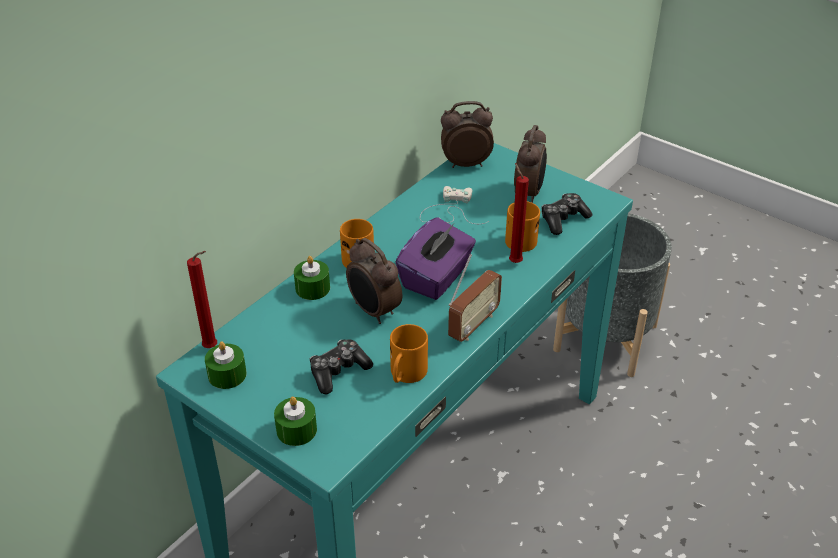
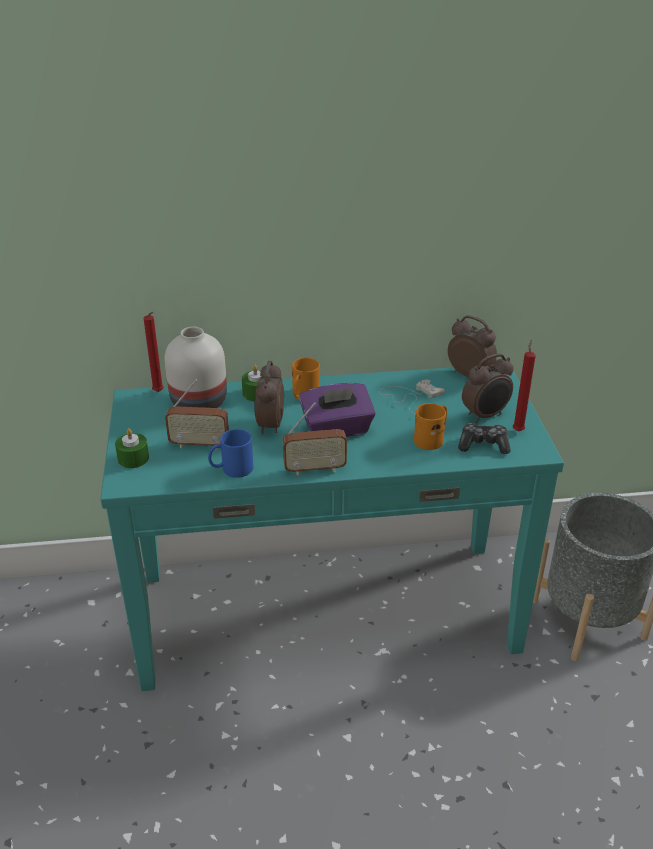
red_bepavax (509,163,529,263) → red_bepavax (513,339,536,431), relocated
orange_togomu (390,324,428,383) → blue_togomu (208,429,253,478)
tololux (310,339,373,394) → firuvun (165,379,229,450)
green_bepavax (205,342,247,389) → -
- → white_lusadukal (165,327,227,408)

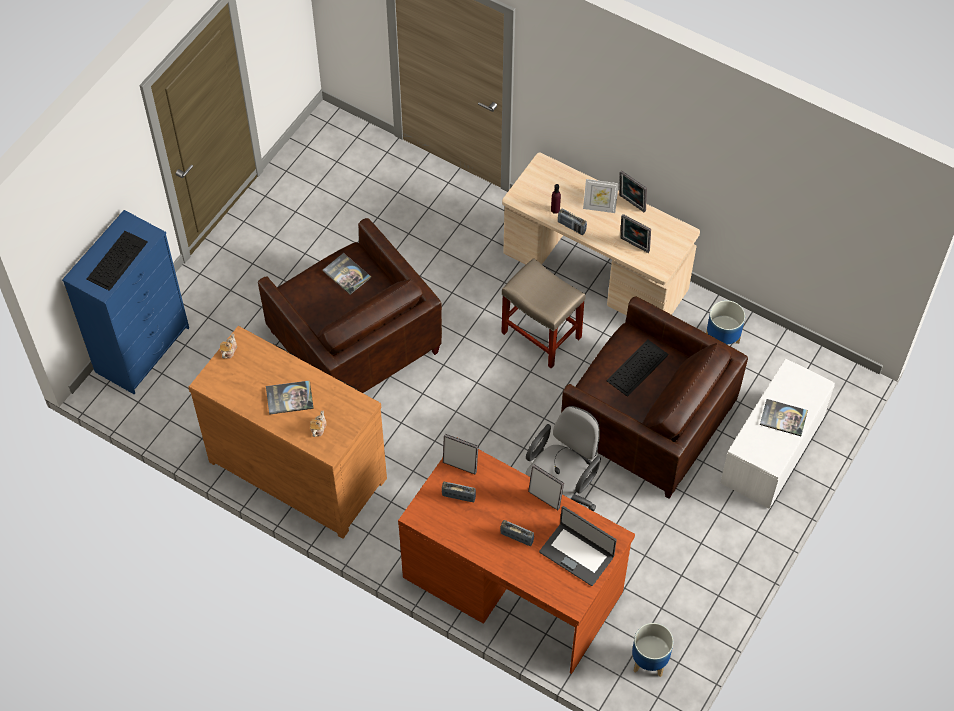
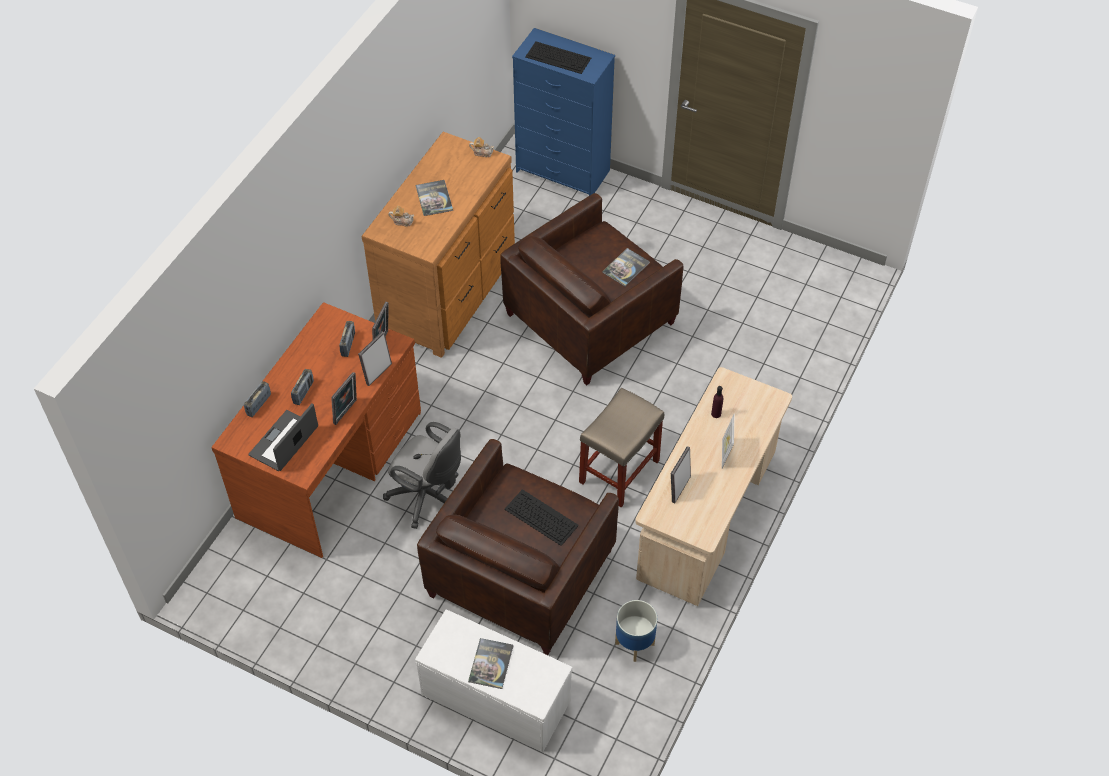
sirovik (619,170,647,212) → sirovik (358,332,392,386), relocated
firuvun (558,209,587,235) → firuvun (244,381,271,417), relocated
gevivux (632,623,673,677) → -

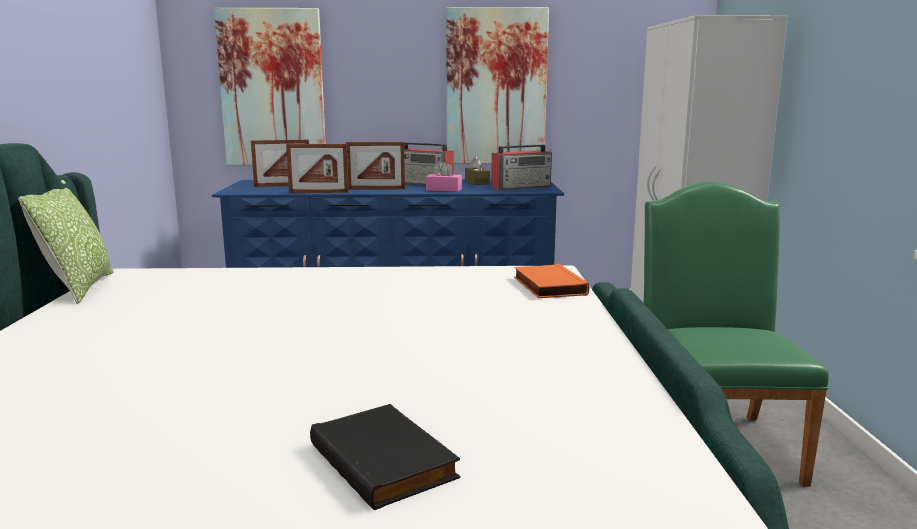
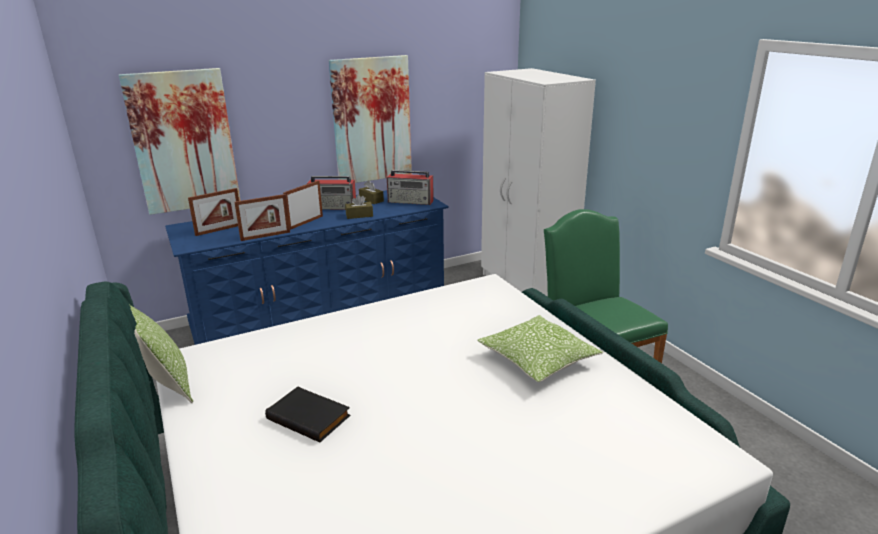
sirovik (346,142,405,189) → sirovik (283,181,323,230), 150 degrees clockwise
firuvun (491,143,552,190) → firuvun (387,170,434,205), 60 degrees clockwise
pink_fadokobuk (426,162,462,192) → brown_fadokobuk (345,195,373,219)
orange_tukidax (514,264,589,298) → -
black_tukidax (310,404,460,510) → black_tukidax (265,387,350,442), relocated
- → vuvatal (478,315,603,382)

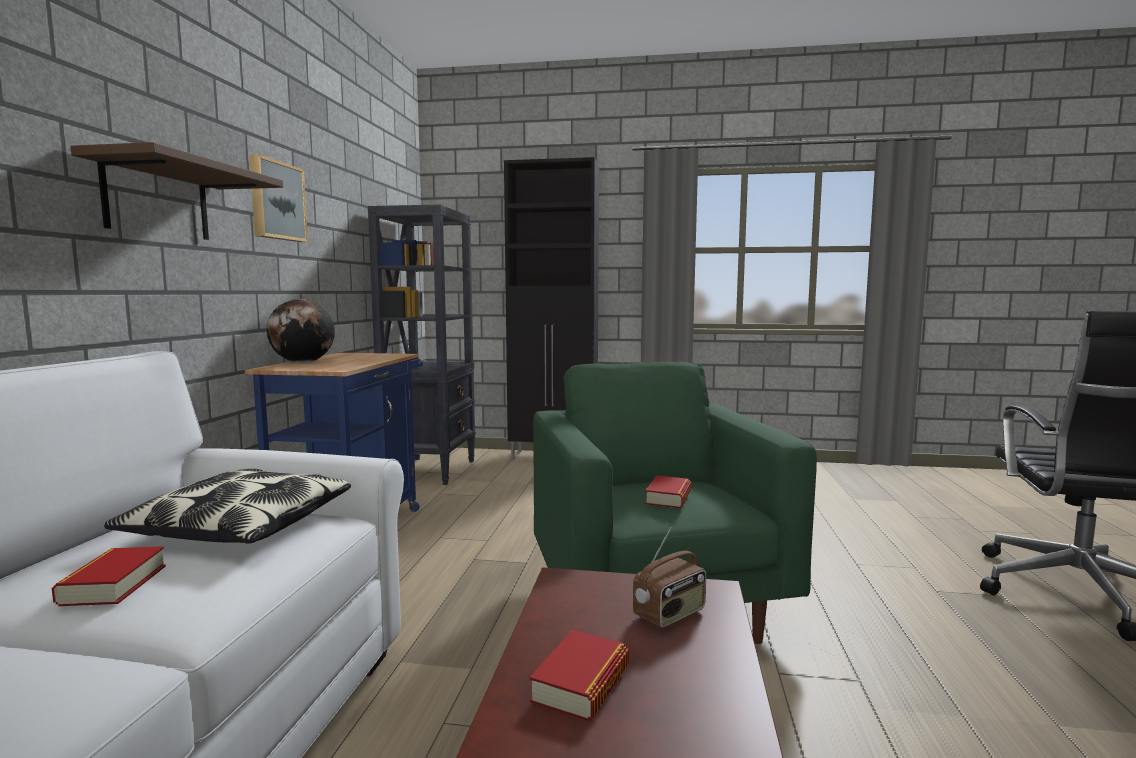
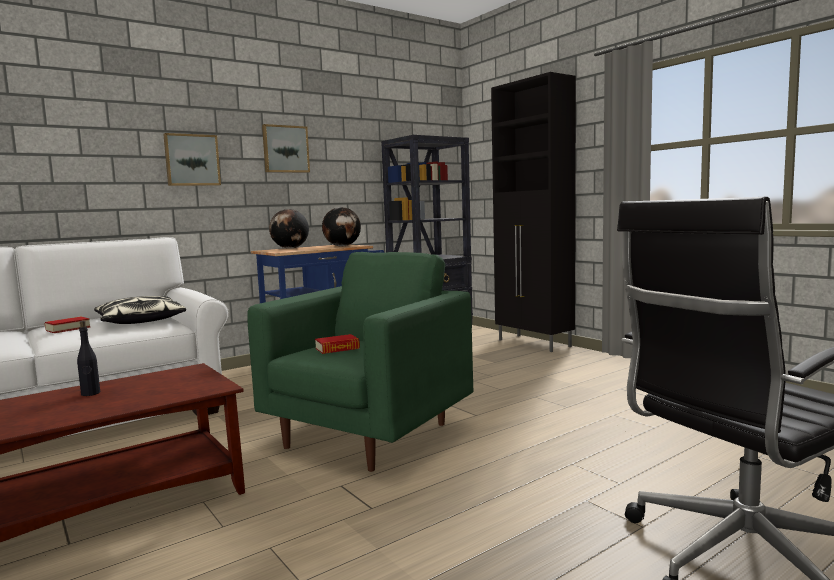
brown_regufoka (71,142,283,240) → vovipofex (163,133,221,186)
firuvun (633,527,706,628) → -
tukidax (530,630,629,721) → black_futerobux (77,320,100,396)
- → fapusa (322,207,361,247)

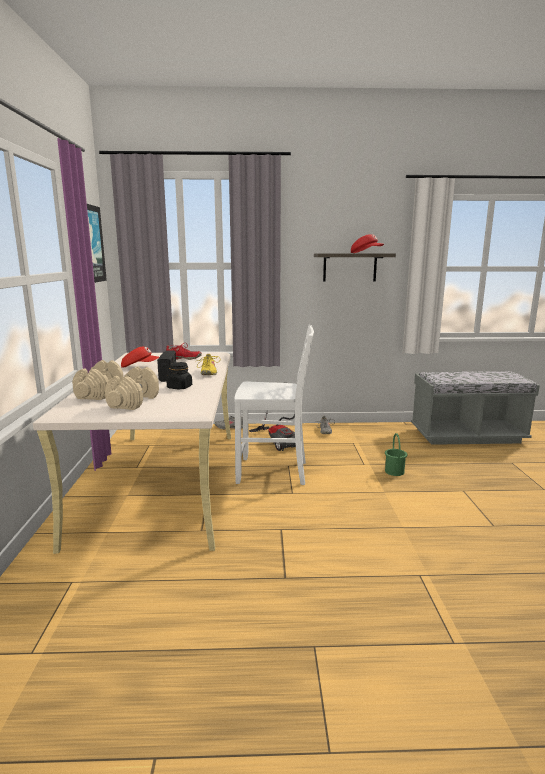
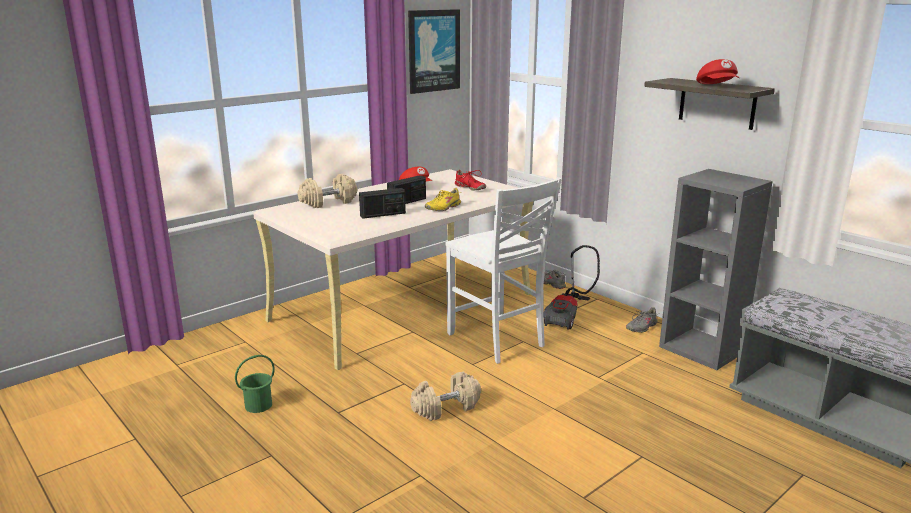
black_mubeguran (166,362,192,389) → firuvun (359,188,406,219)
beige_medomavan (105,367,159,410) → beige_medomavan (410,372,481,421), relocated
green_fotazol (385,433,408,476) → green_fotazol (235,355,275,413), relocated
- → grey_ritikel (659,169,773,370)

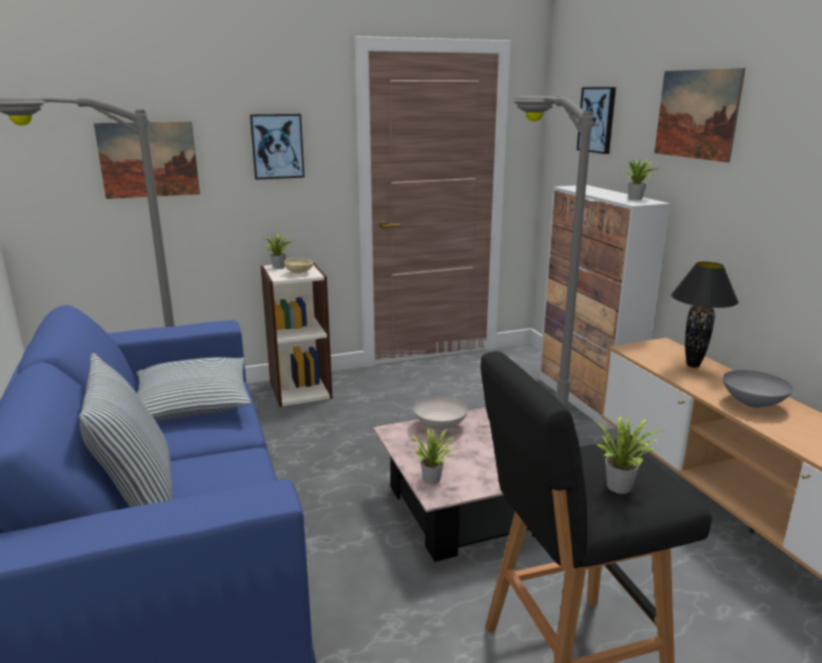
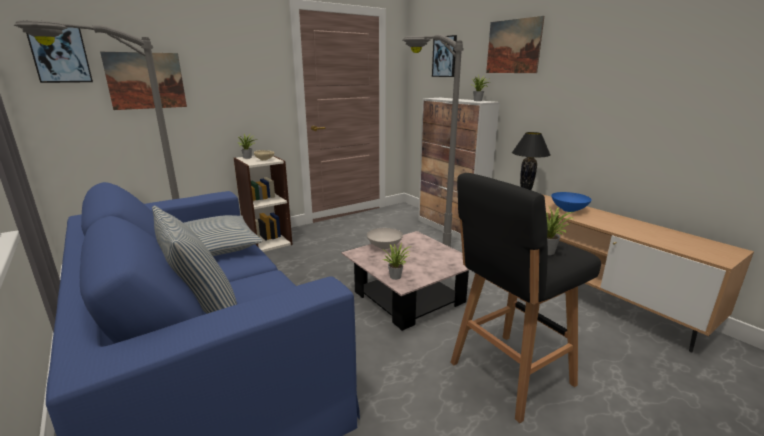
vovipofex (250,114,304,180) → vovipofex (26,27,93,83), relocated
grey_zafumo (723,370,793,408) → blue_zafumo (551,192,592,212)

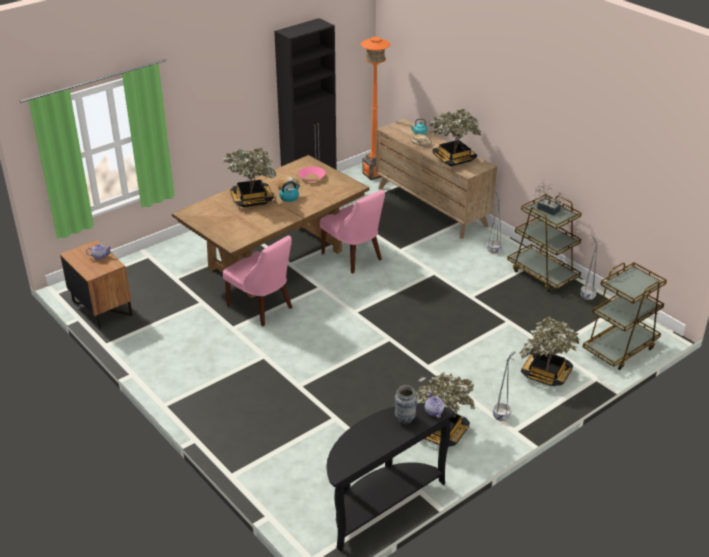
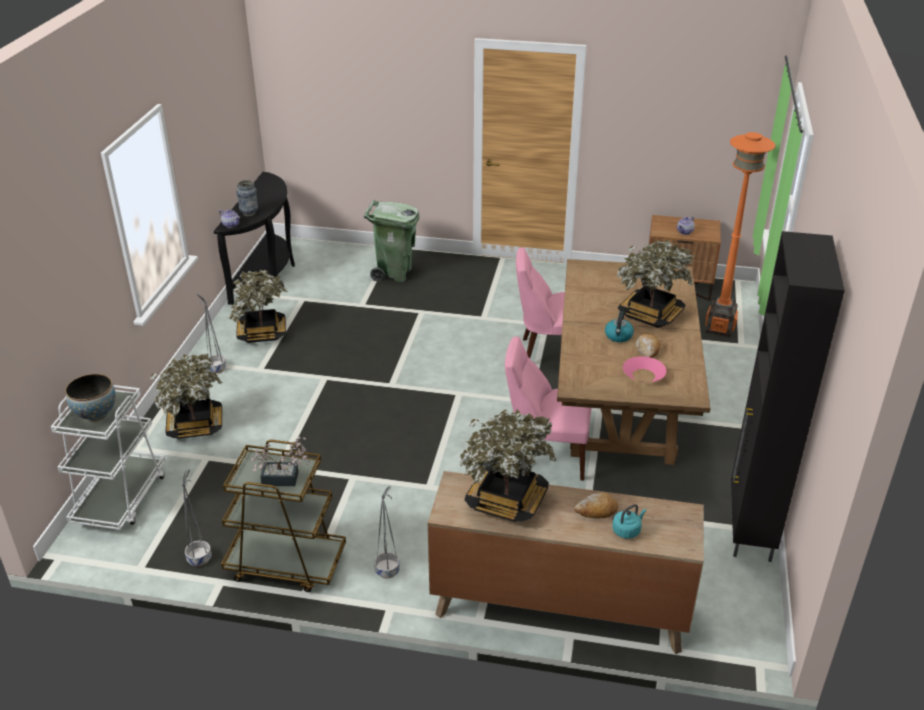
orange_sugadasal (361,37,390,180) → orange_sugadasal (705,132,775,337), relocated
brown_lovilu (583,262,667,370) → white_lovilu (51,385,165,530)
- → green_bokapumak (364,200,420,282)
- → zafumo (65,374,116,422)

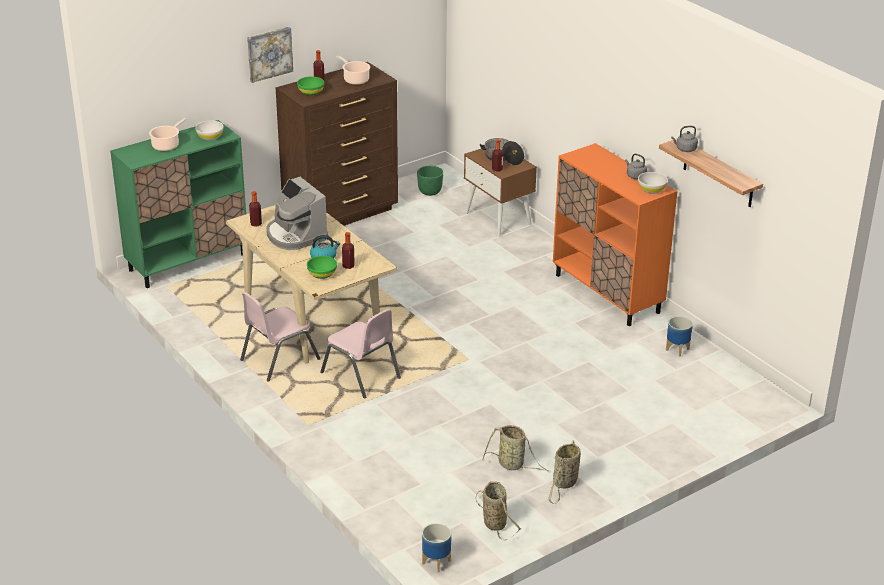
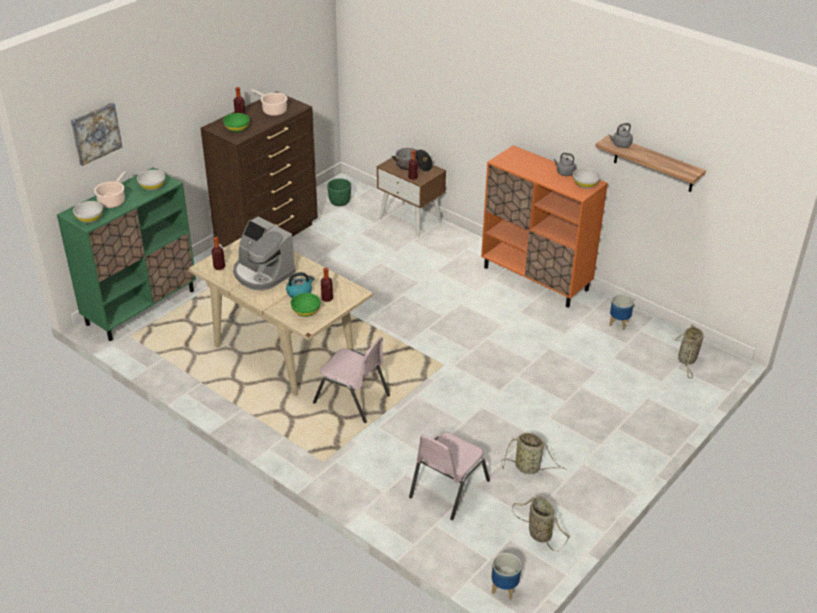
vovipofex (247,27,293,83) → vovipofex (71,102,122,166), relocated
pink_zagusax (240,292,321,382) → pink_zagusax (409,433,490,520), relocated
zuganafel (548,440,581,504) → zuganafel (675,324,704,378), relocated
- → white_zafumo (73,201,103,223)

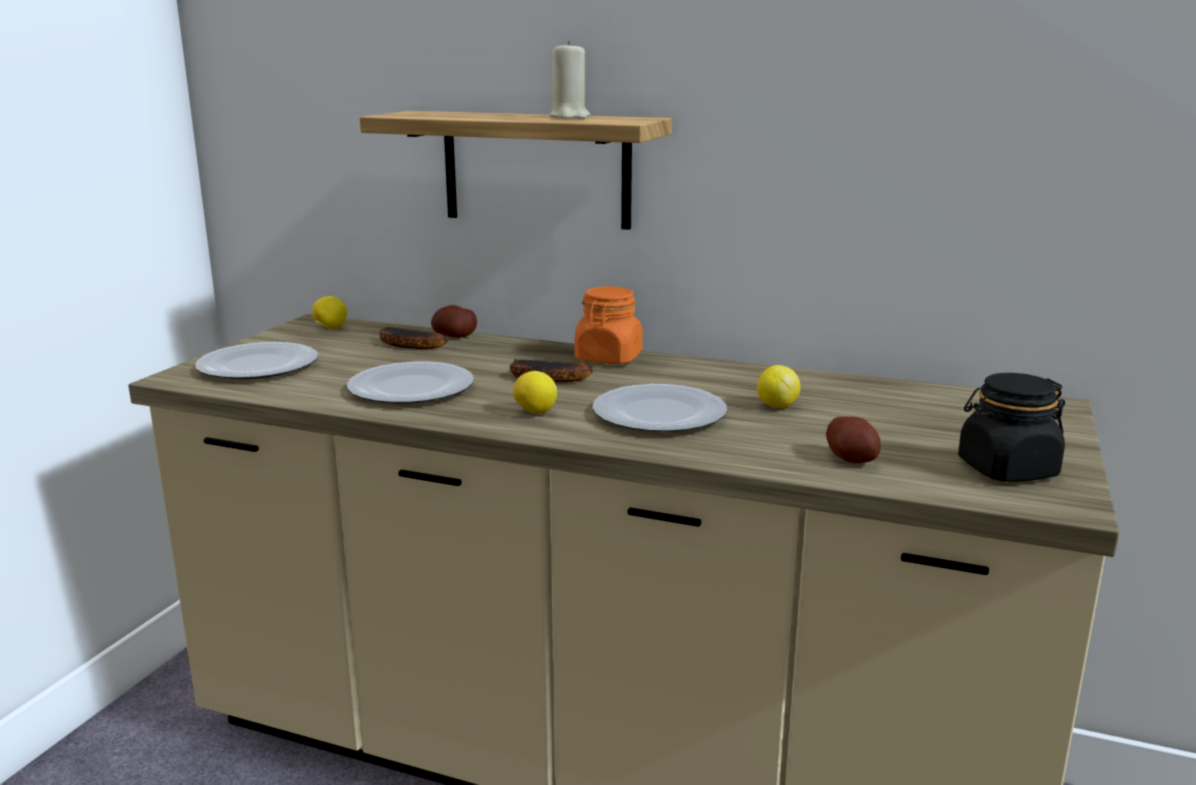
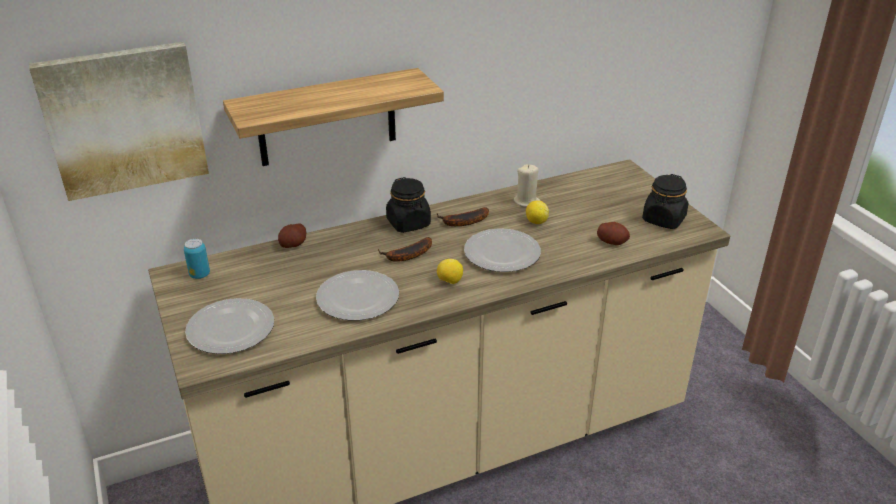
beige_bepavax (549,41,590,119) → beige_bepavax (514,165,540,207), relocated
orange_mubeguran (575,286,642,364) → black_mubeguran (386,177,431,233)
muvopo (312,296,347,329) → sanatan (184,239,210,279)
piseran (379,326,448,349) → piseran (437,207,489,226), relocated
- → vovipofex (29,42,209,201)

